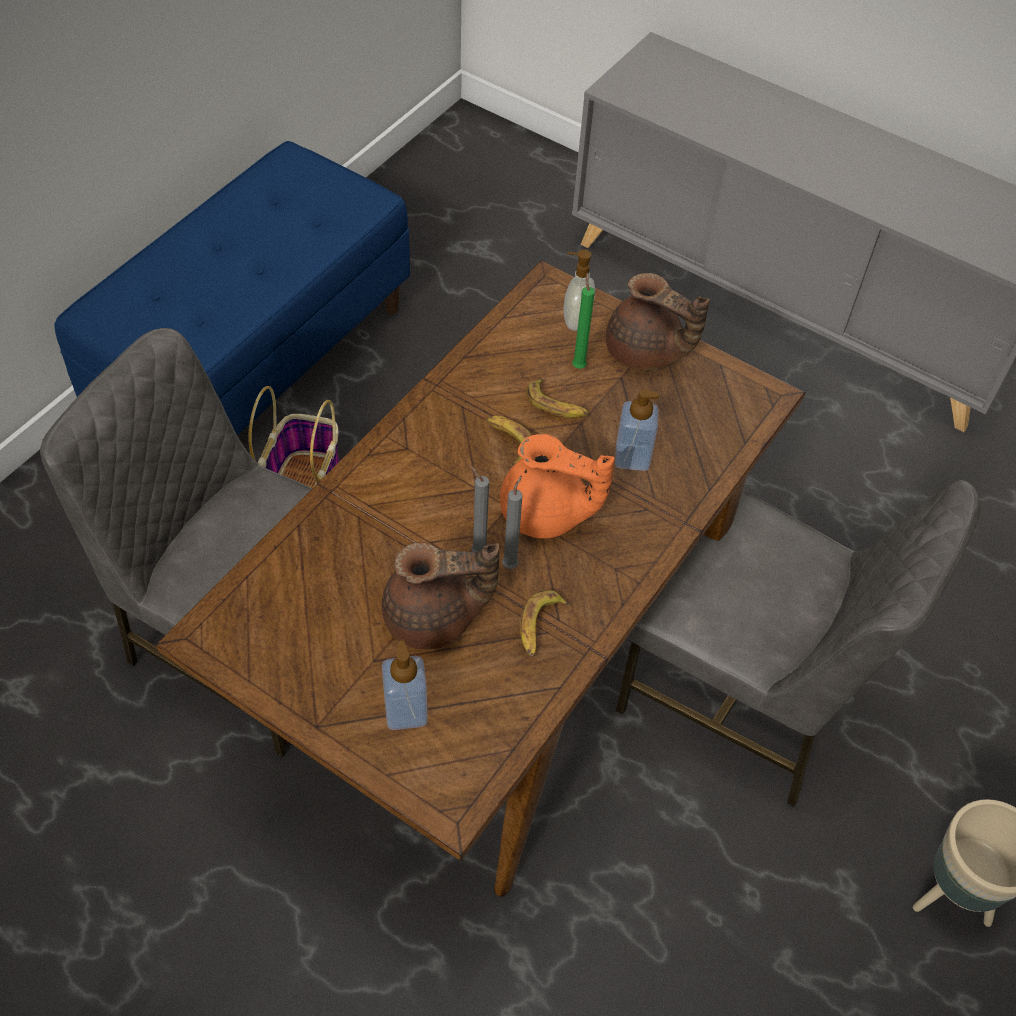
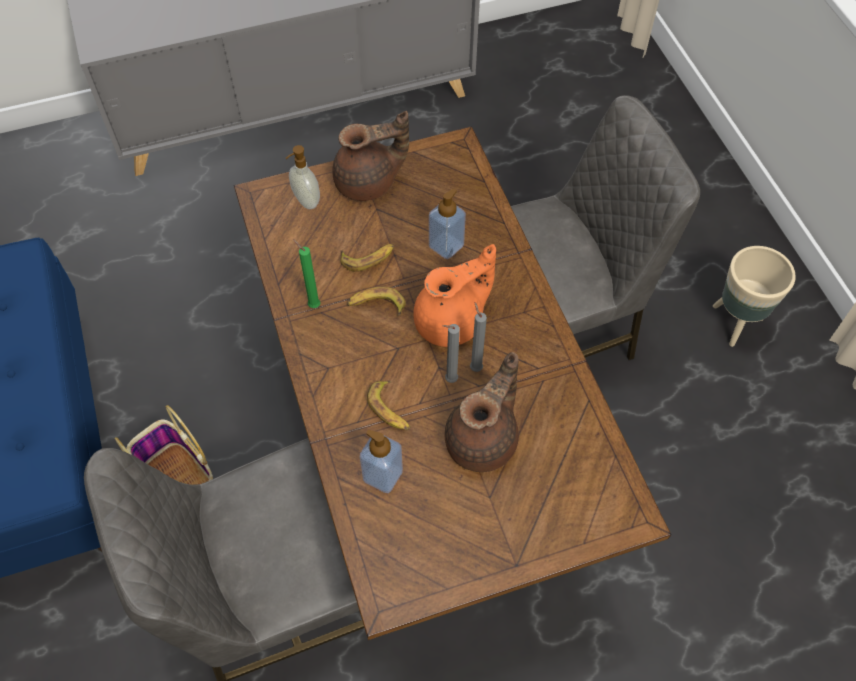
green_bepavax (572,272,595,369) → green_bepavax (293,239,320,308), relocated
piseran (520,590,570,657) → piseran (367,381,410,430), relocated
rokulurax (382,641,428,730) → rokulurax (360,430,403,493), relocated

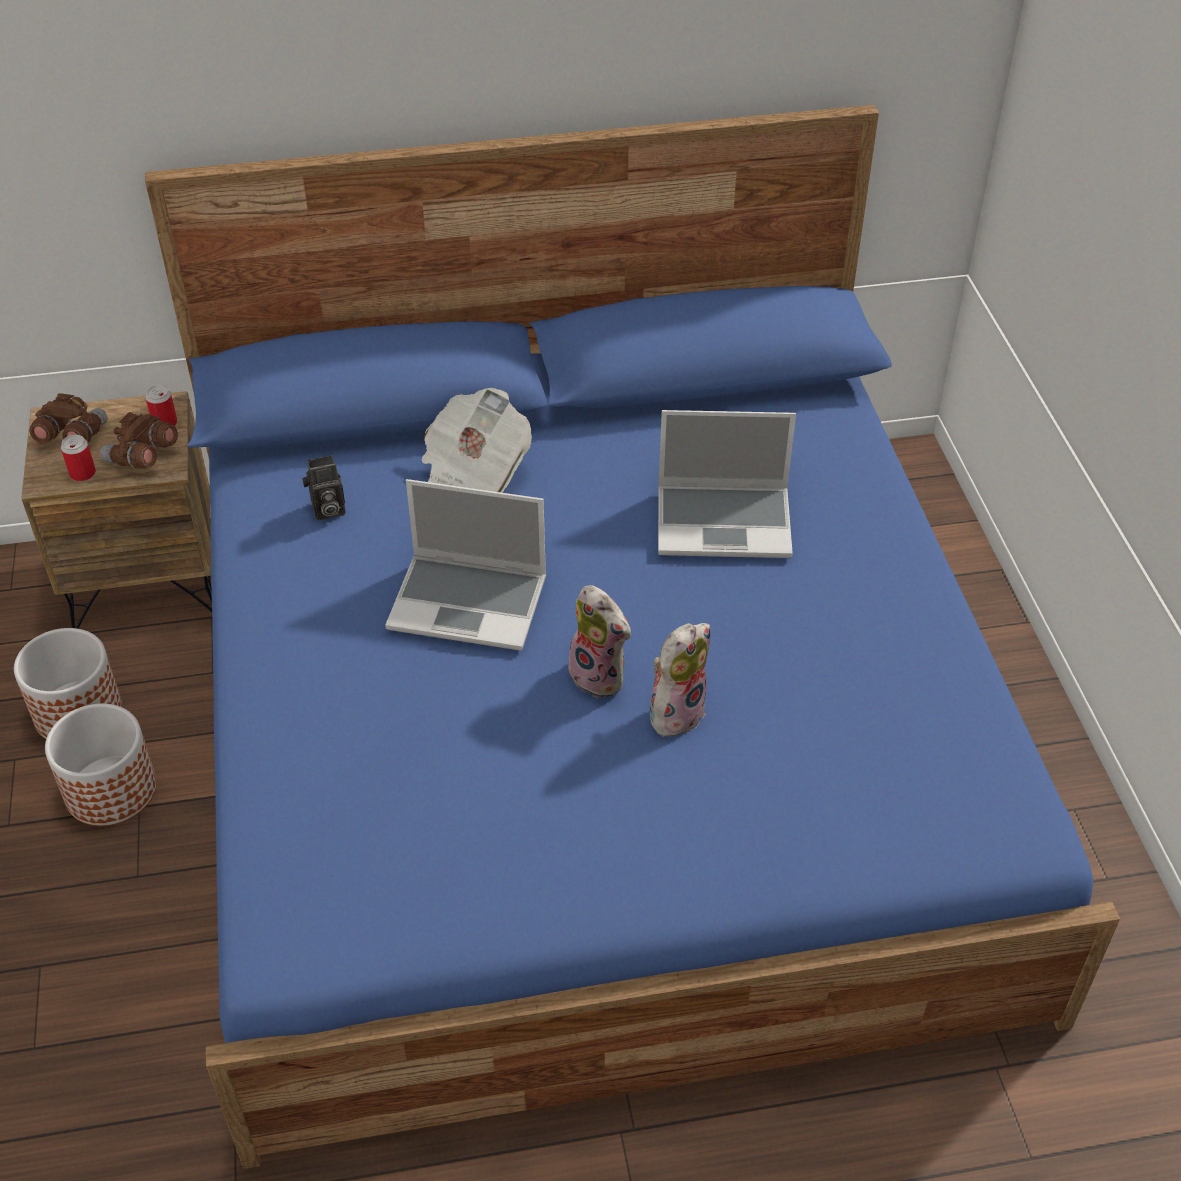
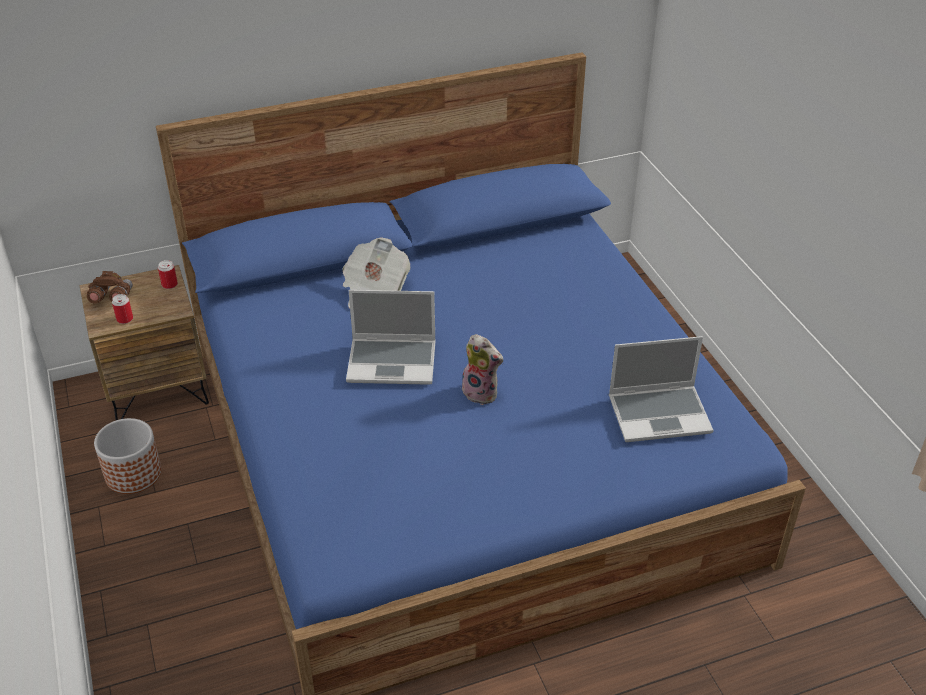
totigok (658,410,796,558) → totigok (609,336,714,442), relocated
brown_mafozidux (100,412,178,469) → -
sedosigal (302,455,345,520) → -
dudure (650,623,710,737) → -
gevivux (45,703,156,826) → -

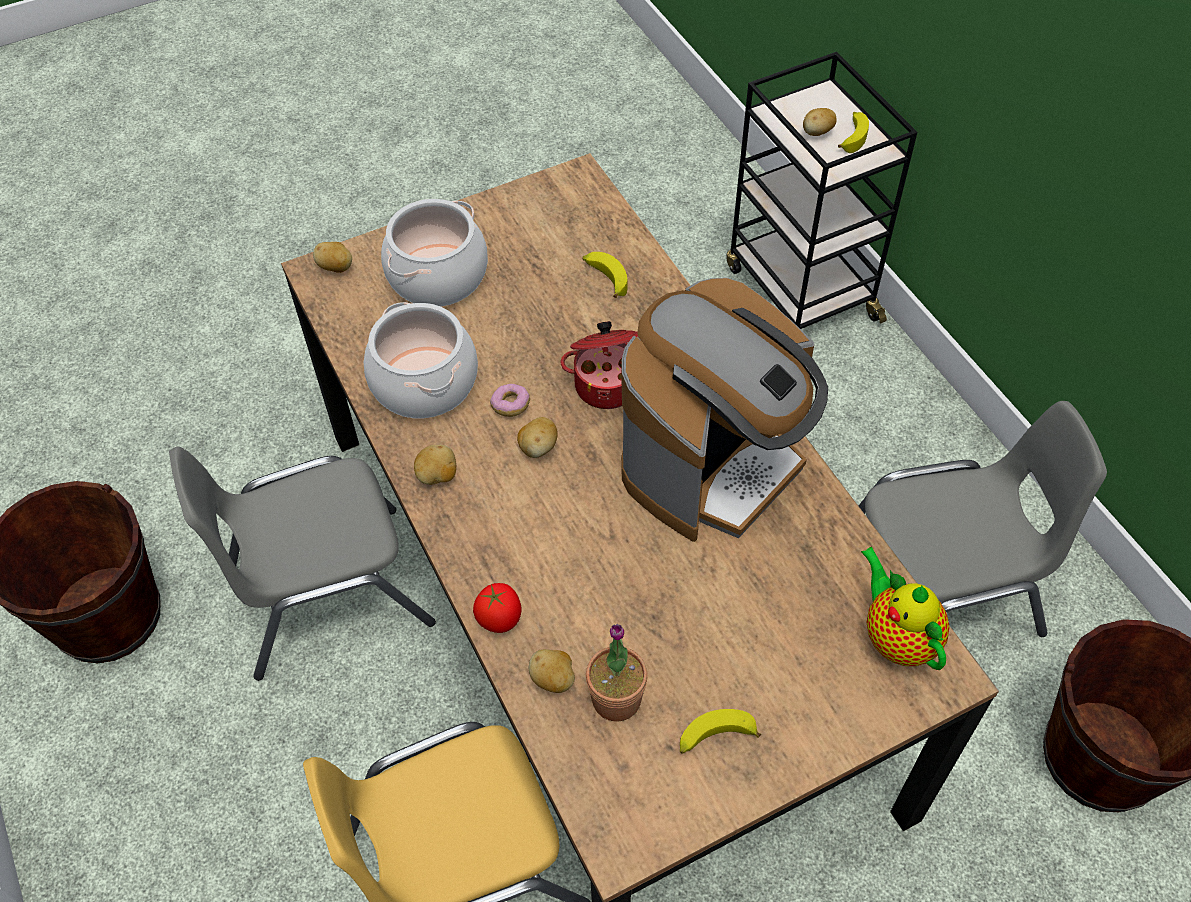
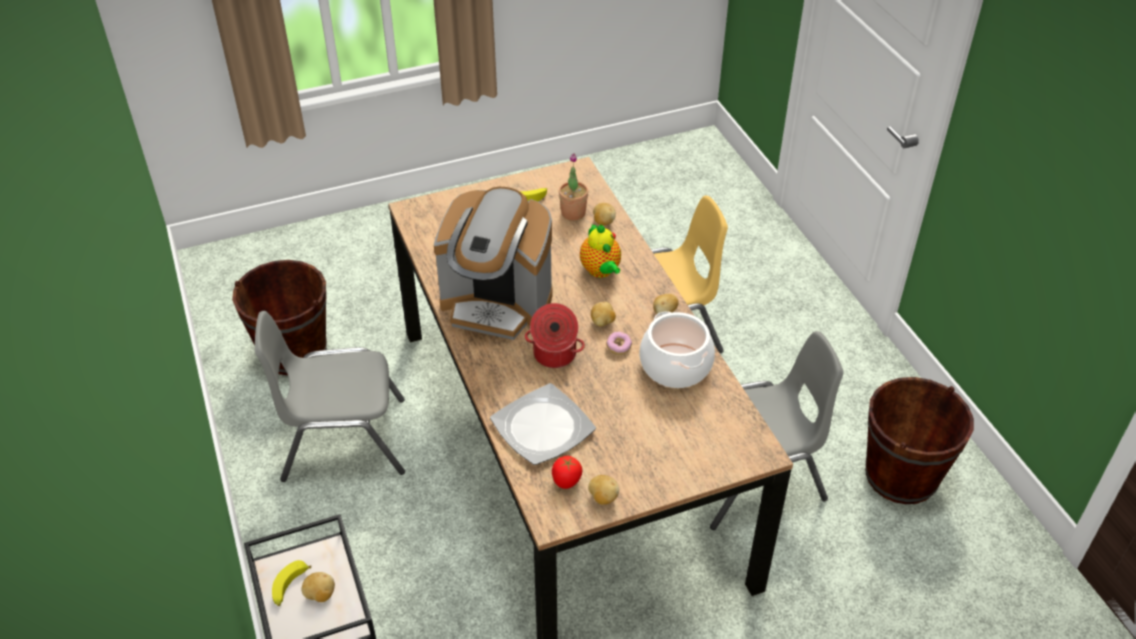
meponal (381,199,488,307) → -
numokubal (313,242,352,273) → numokubal (588,475,619,505), relocated
piseran (582,252,628,298) → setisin (490,383,596,465)
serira (621,277,828,542) → serira (434,187,552,340), 120 degrees counterclockwise
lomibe (861,546,949,670) → lomibe (580,224,621,278), relocated
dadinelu (473,583,522,633) → dadinelu (552,456,583,489), relocated

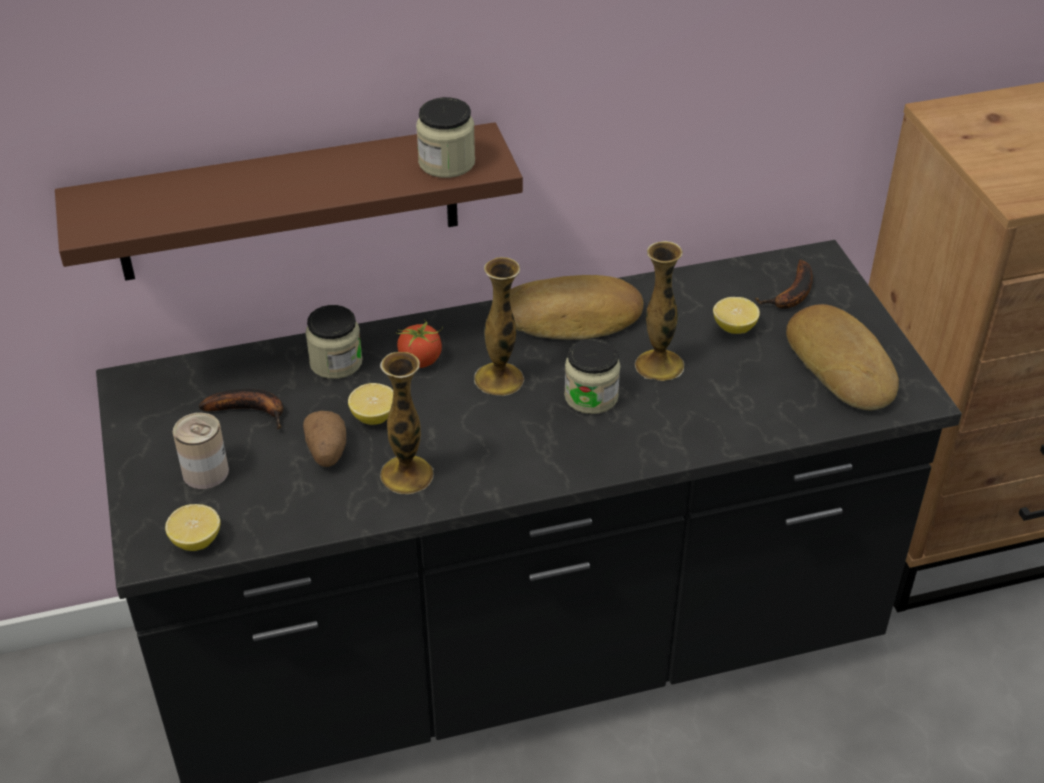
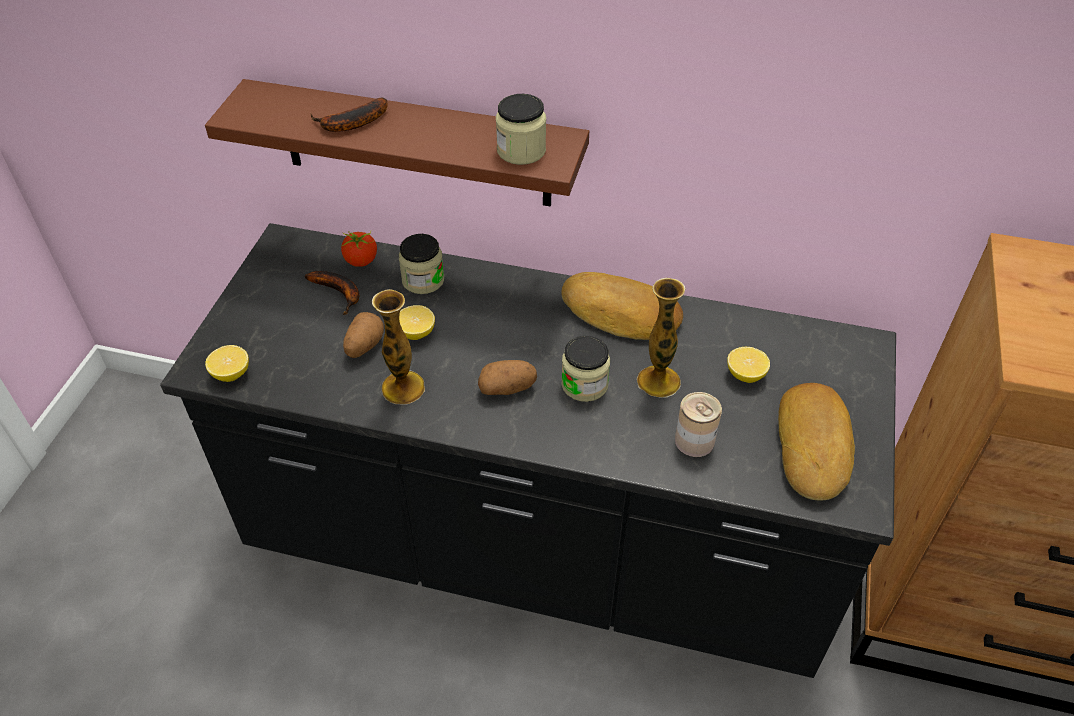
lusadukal (474,257,524,396) → -
piseran (755,259,813,309) → piseran (311,98,387,132), relocated
dadinelu (397,319,443,368) → dadinelu (341,230,377,267), relocated
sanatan (173,413,229,489) → sanatan (675,392,722,457), relocated
- → numokubal (478,360,537,395)

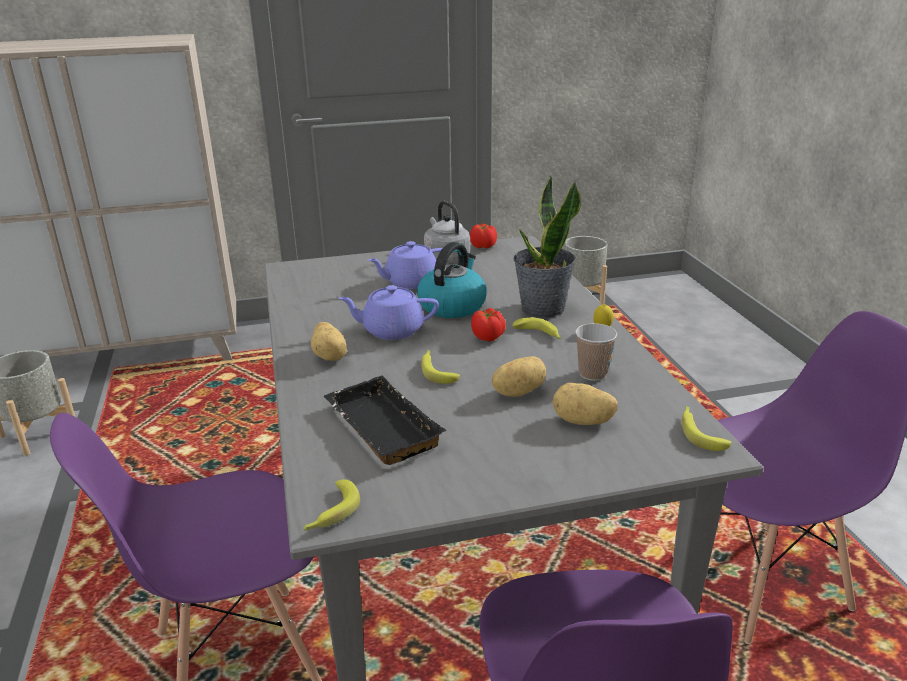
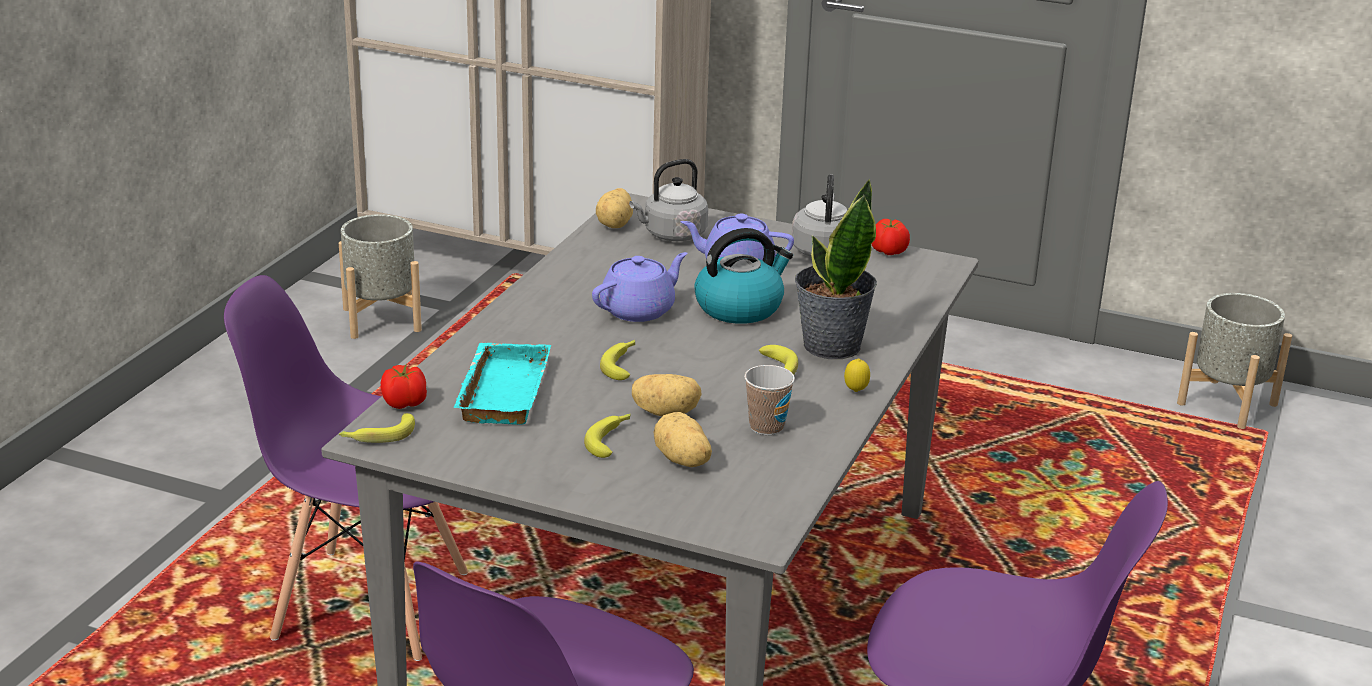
purple_lomibe (338,285,439,340) → purple_lomibe (592,252,688,322), 105 degrees clockwise
dadinelu (471,308,506,342) → dadinelu (381,364,427,409), relocated
numokubal (311,322,347,361) → numokubal (596,188,633,228), relocated
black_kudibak (323,375,446,465) → turquoise_kudibak (453,343,551,425)
piseran (682,406,731,451) → piseran (584,414,631,458), relocated
- → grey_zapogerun (629,159,708,241)

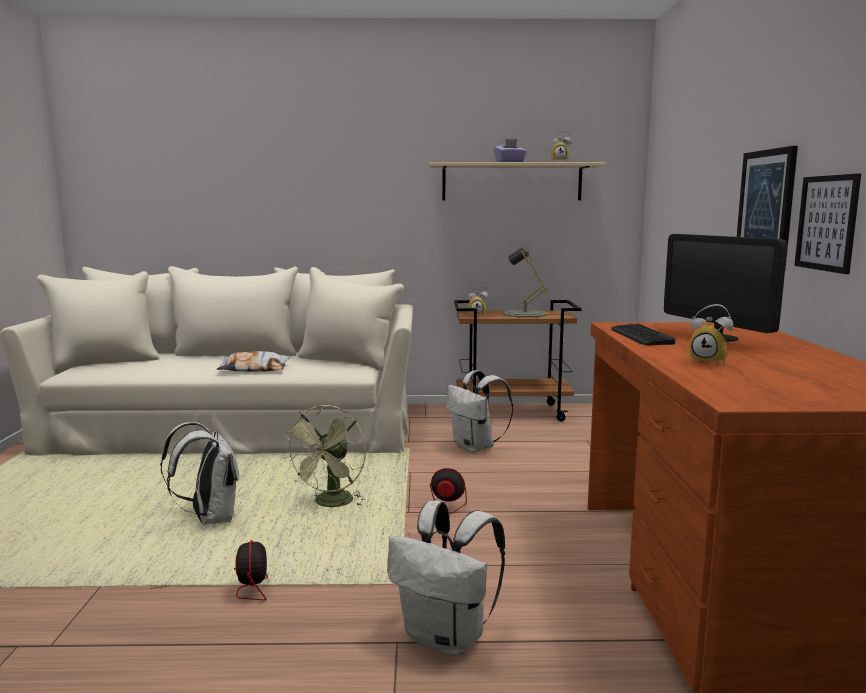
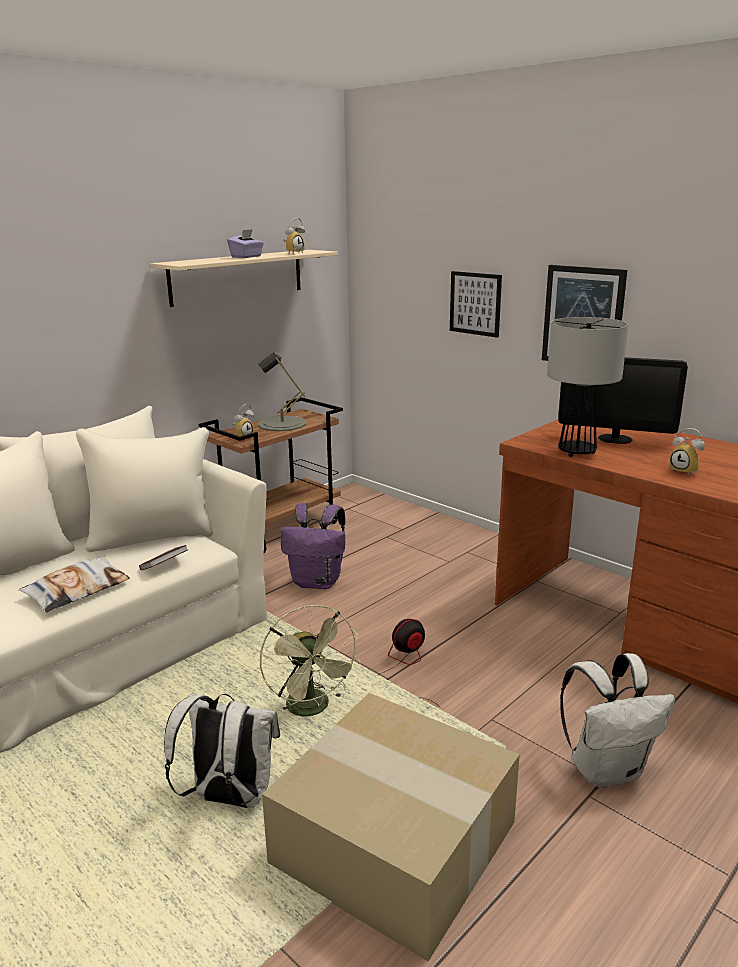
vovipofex (794,174,861,274) → vovipofex (450,271,502,338), relocated
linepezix (690,304,733,365) → linepezix (670,428,705,476), 60 degrees clockwise
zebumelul (611,324,675,345) → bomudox (547,317,628,457)
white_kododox (446,370,513,452) → purple_kododox (281,503,345,589)
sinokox (150,540,268,600) → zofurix (262,693,520,961)
- → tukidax (139,545,188,570)

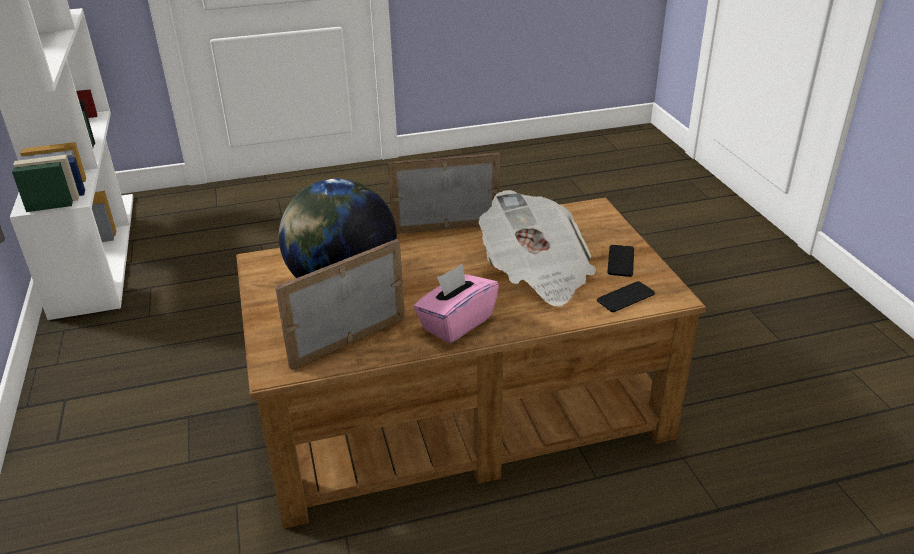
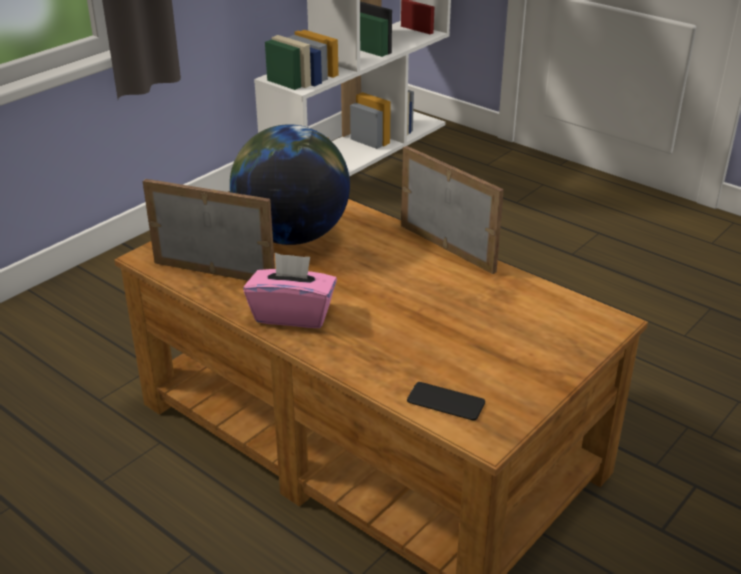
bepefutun (479,190,596,307) → -
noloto (607,245,634,277) → -

